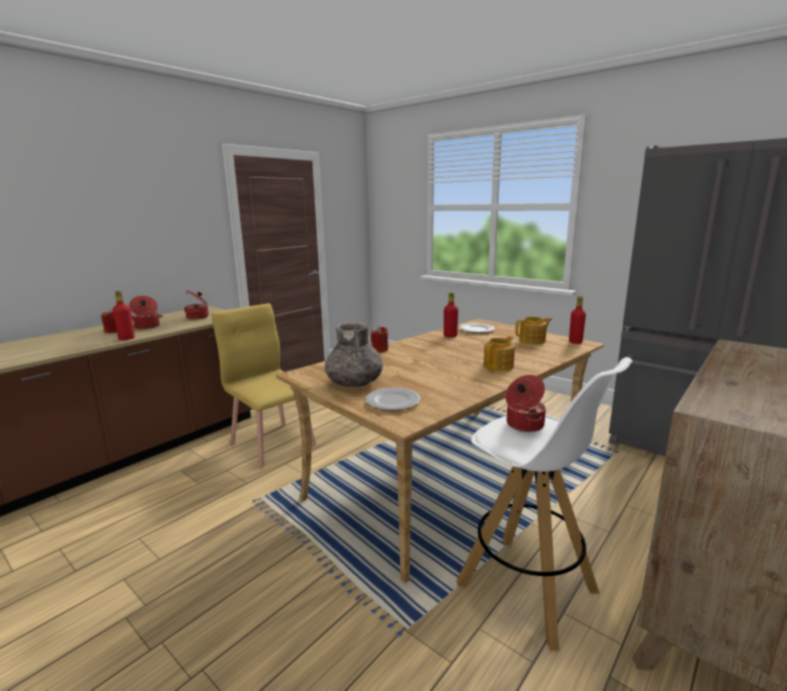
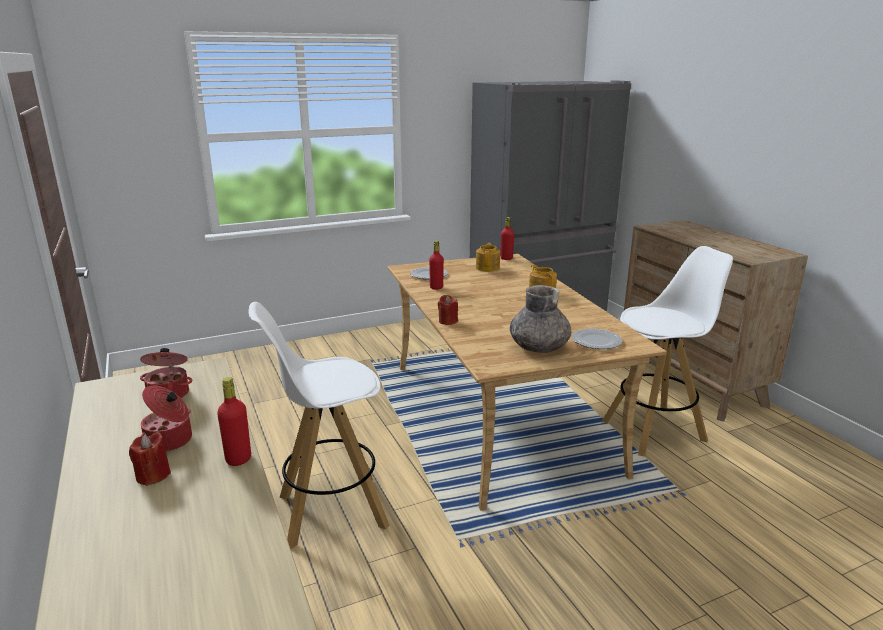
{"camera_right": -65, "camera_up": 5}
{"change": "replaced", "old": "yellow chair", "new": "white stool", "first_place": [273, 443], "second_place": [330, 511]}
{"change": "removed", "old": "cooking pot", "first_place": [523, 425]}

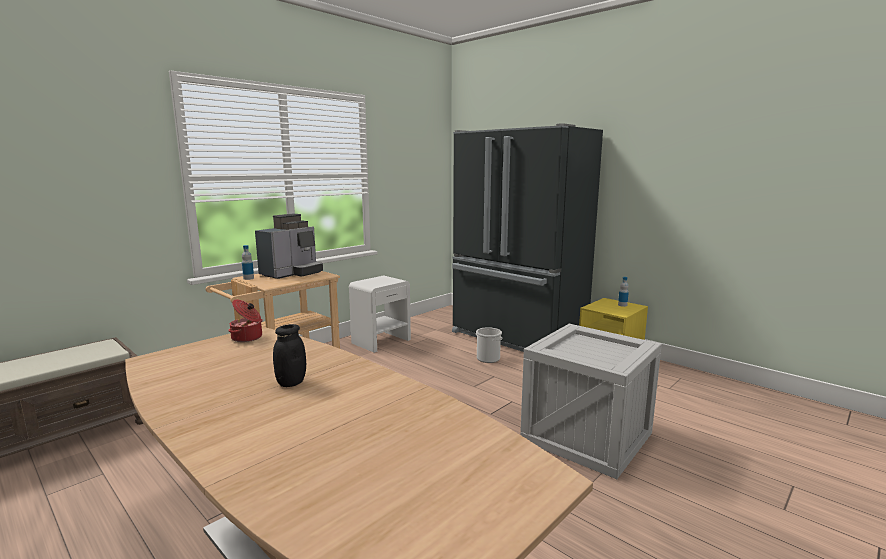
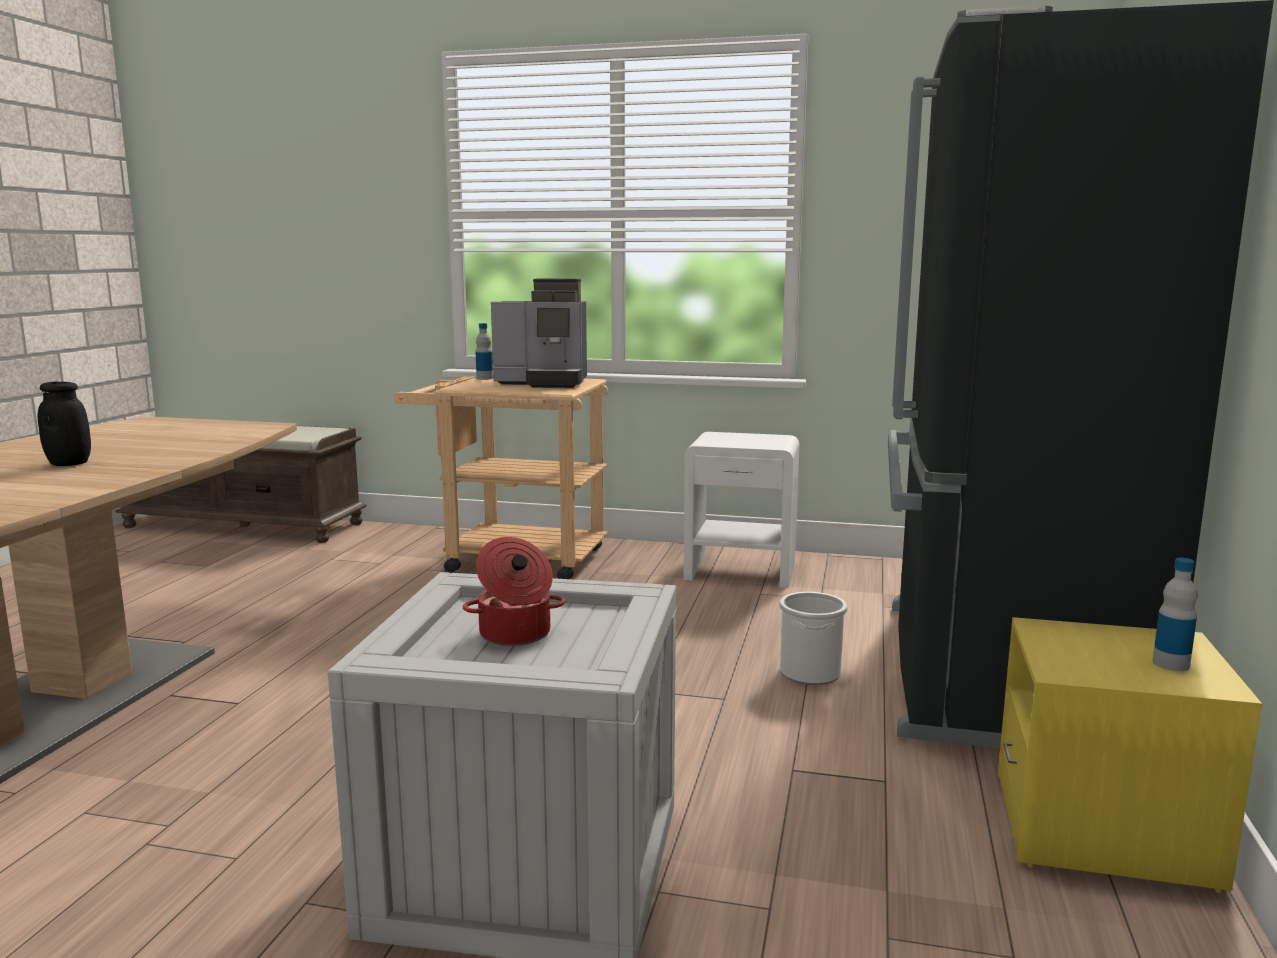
{"camera_right": 60, "camera_up": 0}
{"change": "moved", "old": "cooking pot", "first_place": [247, 338], "second_place": [515, 635]}

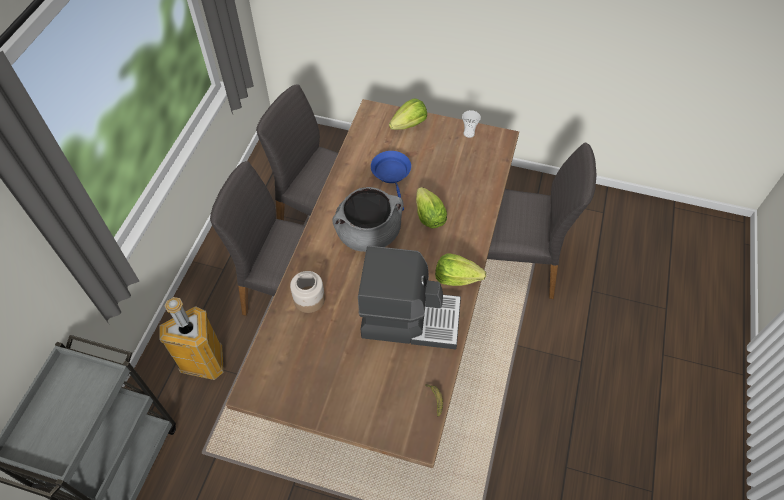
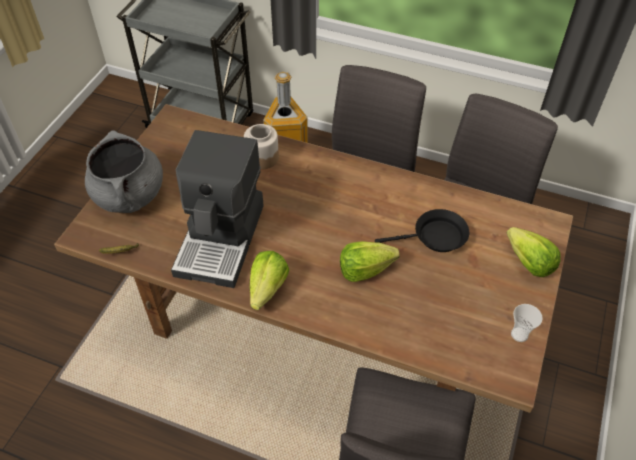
{"camera_right": 95, "camera_up": -5}
{"change": "moved", "old": "grey cooking pot", "first_place": [368, 234], "second_place": [130, 195]}
{"change": "recoloured", "old": "blue frying pan", "new": "black frying pan", "first_place": [392, 174], "second_place": [435, 237]}

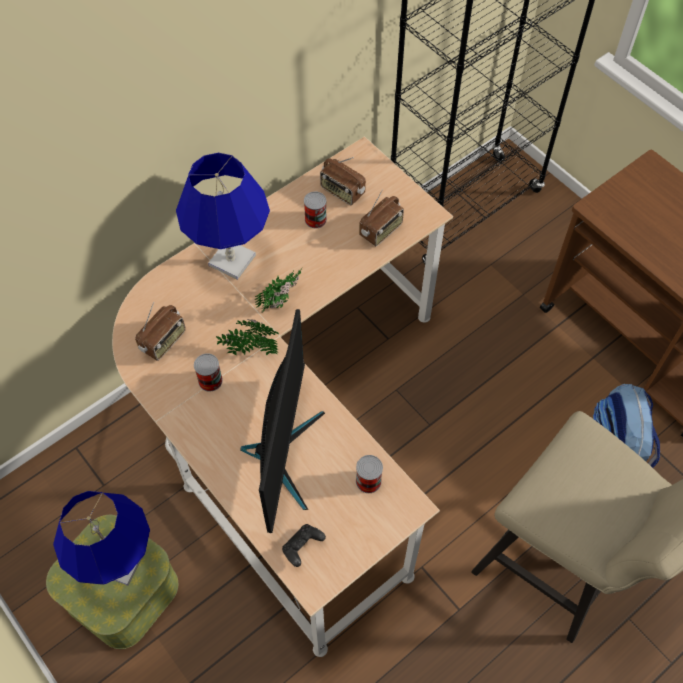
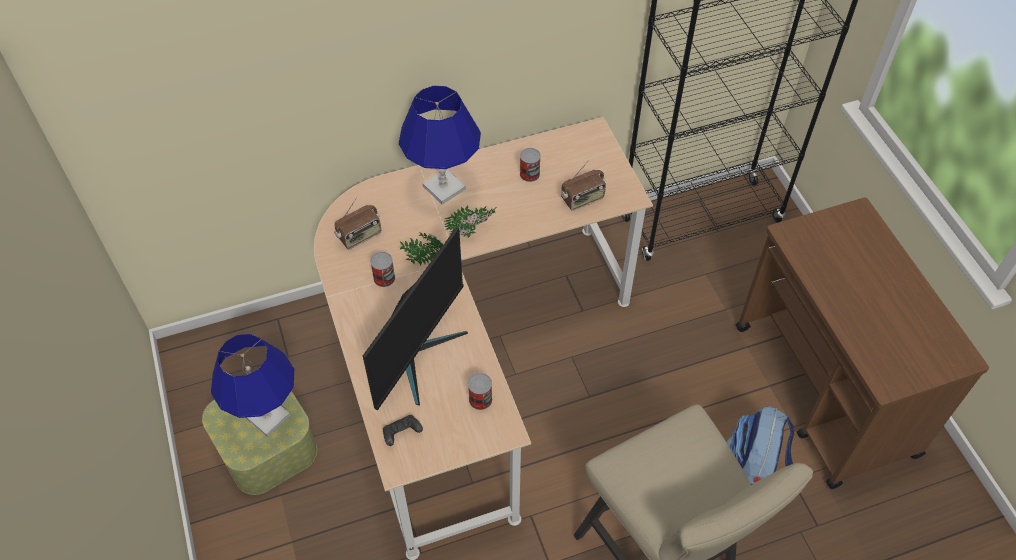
{"camera_right": 20, "camera_up": -5}
{"change": "removed", "old": "radio", "first_place": [342, 192]}

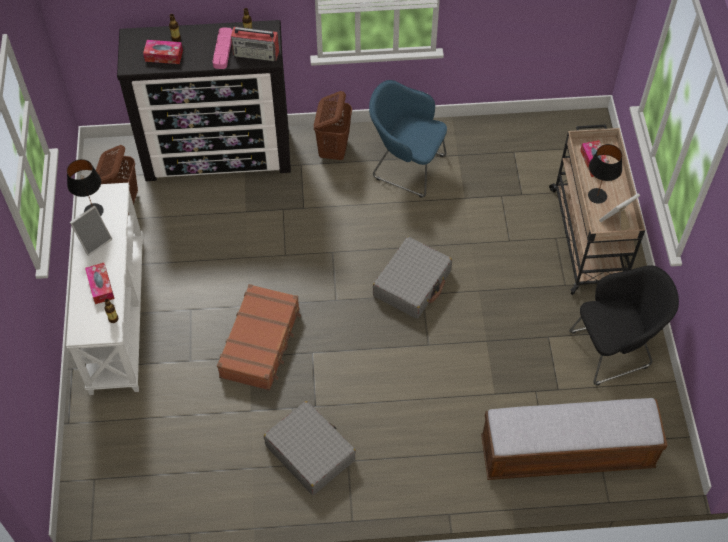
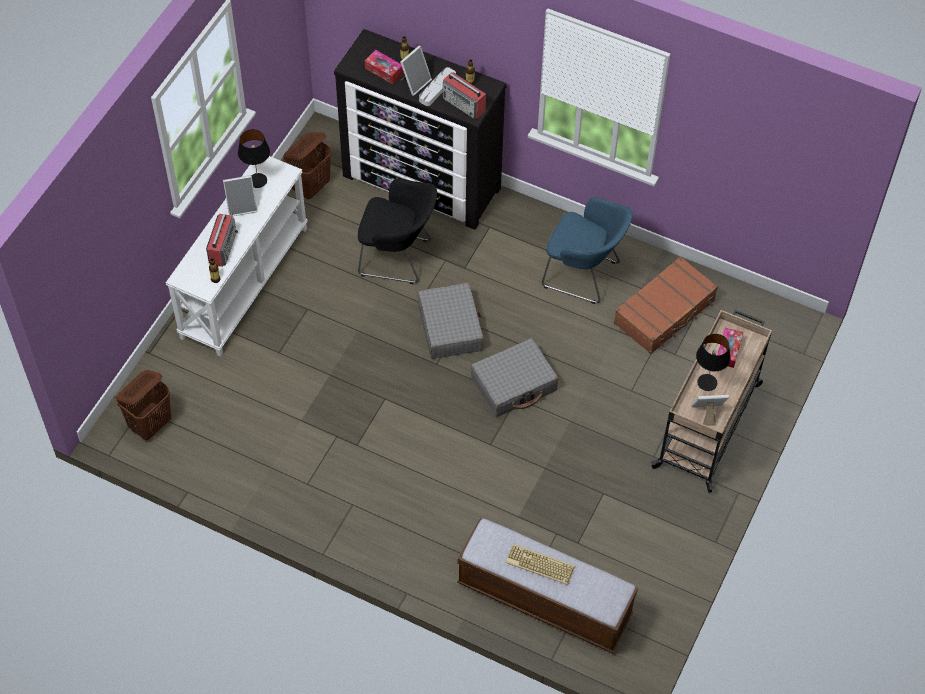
{"camera_right": 30, "camera_up": 0}
{"change": "replaced", "old": "tissue box", "new": "radio", "first_place": [100, 286], "second_place": [223, 247]}
{"change": "recoloured", "old": "pink tray", "new": "grey tray", "first_place": [223, 50], "second_place": [437, 88]}
{"change": "moved", "old": "brown suitcase", "first_place": [261, 343], "second_place": [665, 312]}
{"change": "moved", "old": "grey suitcase", "first_place": [310, 452], "second_place": [450, 327]}
{"change": "moved", "old": "brown laundry basket", "first_place": [333, 149], "second_place": [151, 424]}
{"change": "turned", "old": "blue armchair", "first_place": [406, 166], "second_place": [584, 275], "degrees": 150}
{"change": "moved", "old": "black armchair", "first_place": [613, 349], "second_place": [398, 257]}
{"change": "added", "new": "picture frame", "second_place": [415, 82]}
{"change": "added", "new": "keyboard", "second_place": [539, 565]}

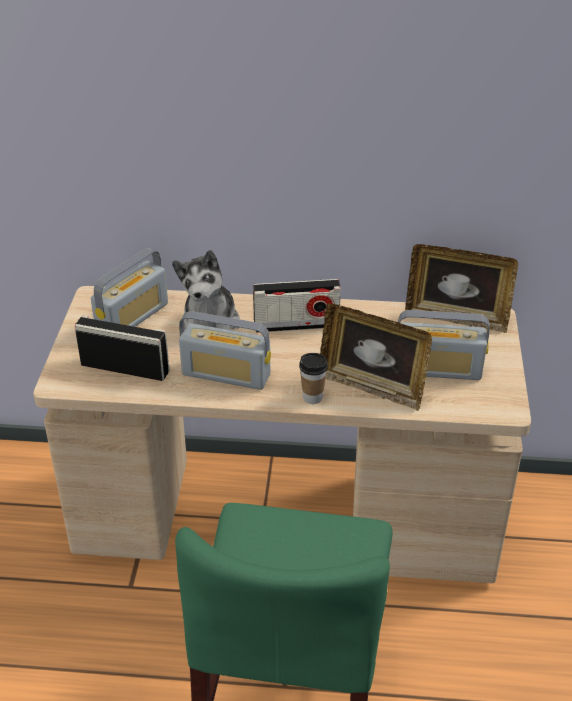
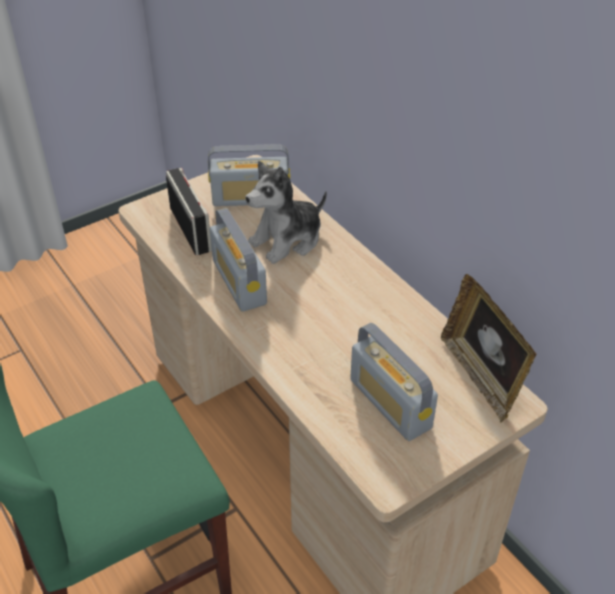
{"camera_right": 50, "camera_up": 5}
{"change": "removed", "old": "radio", "first_place": [296, 325]}
{"change": "removed", "old": "cup", "first_place": [312, 397]}
{"change": "removed", "old": "picture frame", "first_place": [372, 387]}

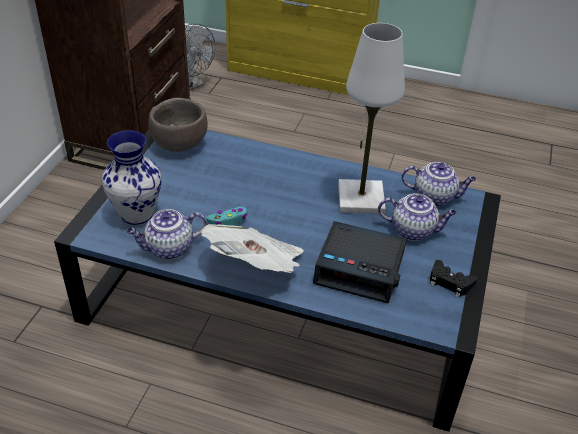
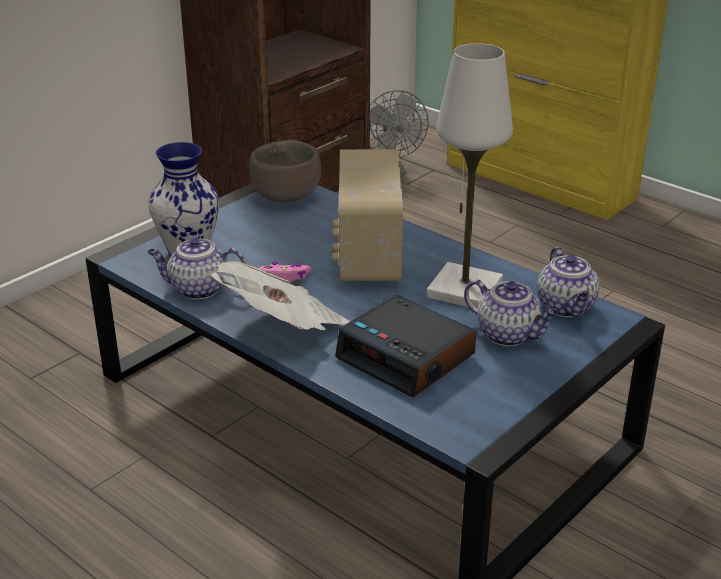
{"camera_right": 25, "camera_up": -10}
{"change": "recoloured", "old": "turquoise game controller", "new": "pink game controller", "first_place": [228, 220], "second_place": [285, 277]}
{"change": "turned", "old": "teapot", "first_place": [435, 197], "second_place": [566, 307], "degrees": 45}
{"change": "removed", "old": "black game controller", "first_place": [450, 282]}
{"change": "added", "new": "radio", "second_place": [367, 256]}

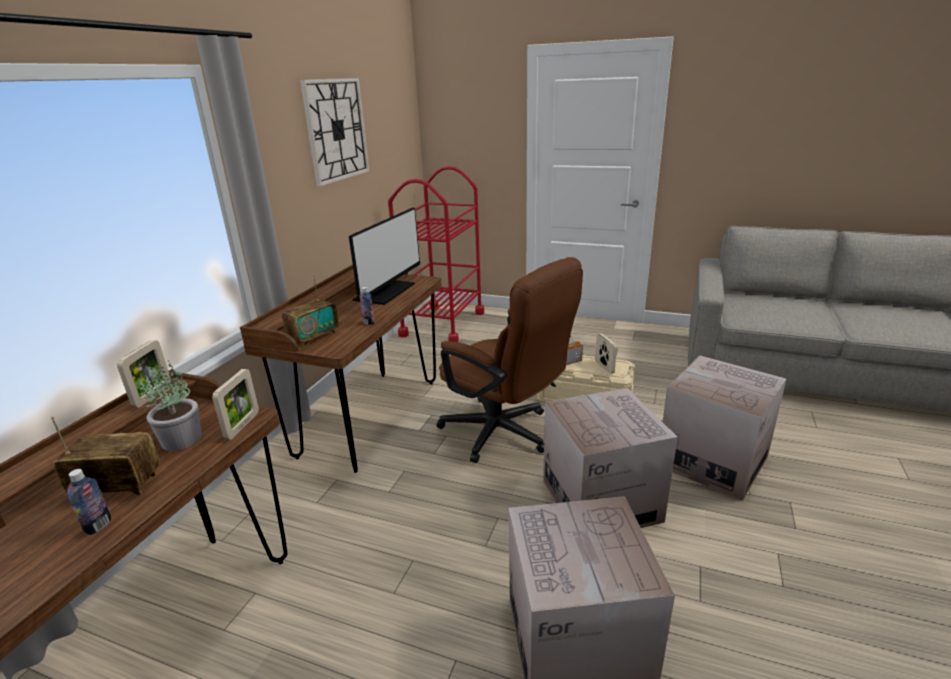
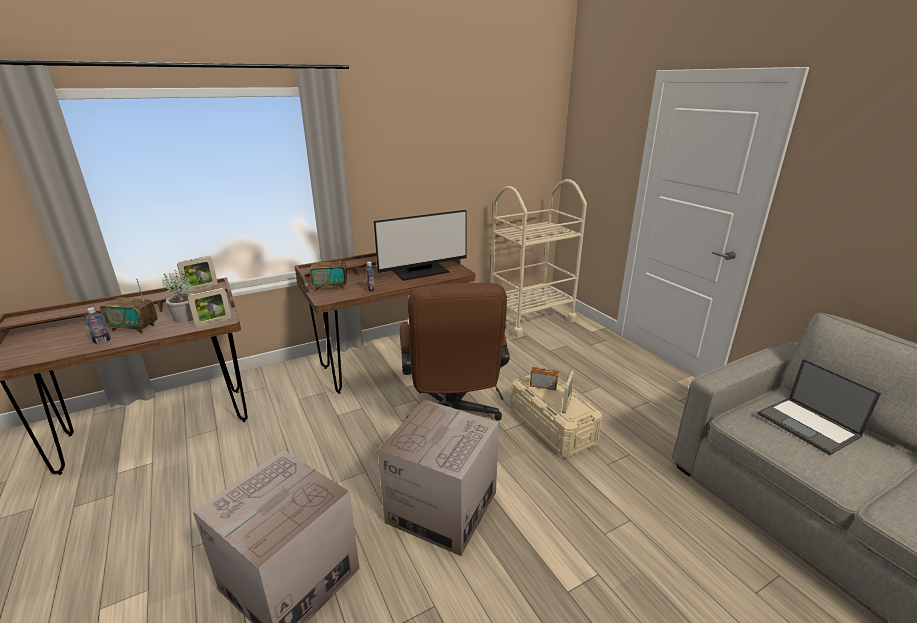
{"camera_right": 40, "camera_up": 0}
{"change": "turned", "old": "radio", "first_place": [118, 487], "second_place": [134, 328], "degrees": 150}
{"change": "removed", "old": "wall clock", "first_place": [336, 130]}
{"change": "recoloured", "old": "red cart", "new": "beige cart", "first_place": [443, 324], "second_place": [530, 318]}
{"change": "removed", "old": "cardboard box", "first_place": [712, 461]}
{"change": "added", "new": "laptop", "second_place": [809, 425]}

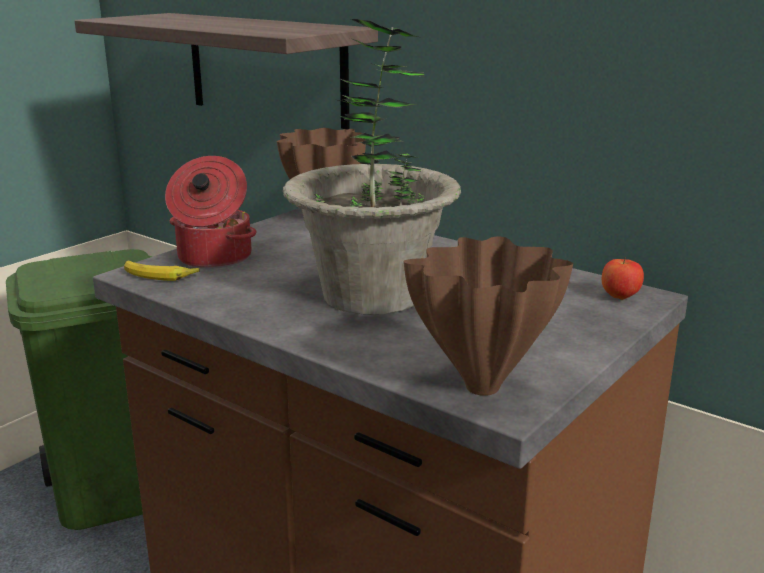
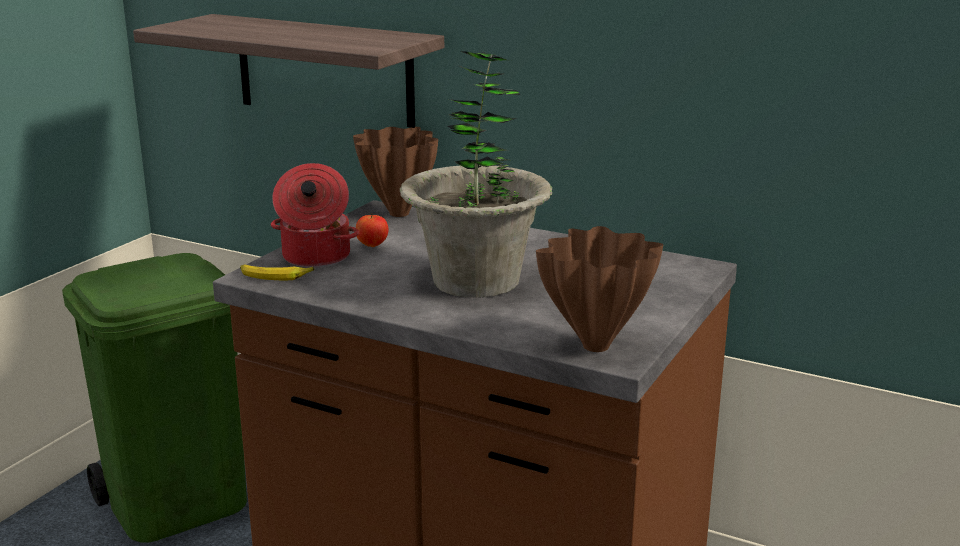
{"camera_right": -10, "camera_up": 0}
{"change": "moved", "old": "apple", "first_place": [619, 297], "second_place": [372, 245]}

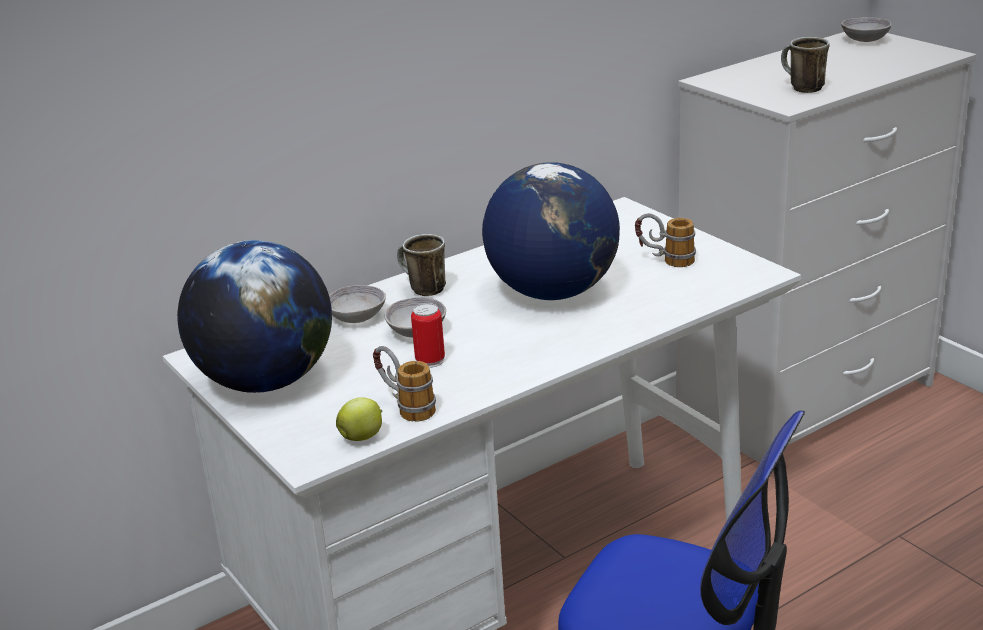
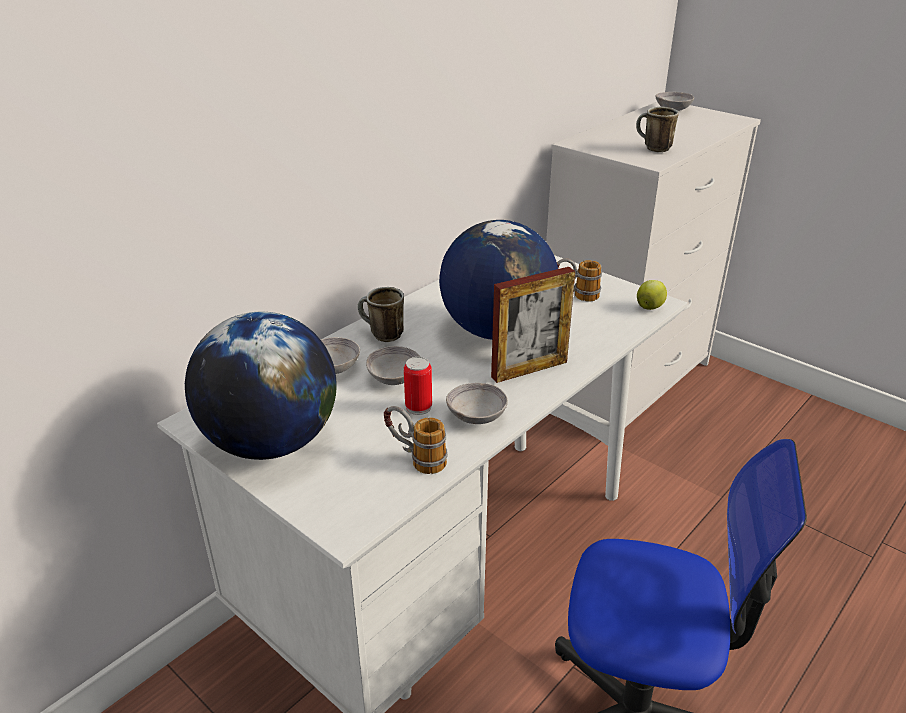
{"camera_right": -15, "camera_up": 5}
{"change": "moved", "old": "apple", "first_place": [362, 437], "second_place": [649, 307]}
{"change": "added", "new": "grey bowl", "second_place": [476, 416]}
{"change": "added", "new": "picture frame", "second_place": [529, 369]}

